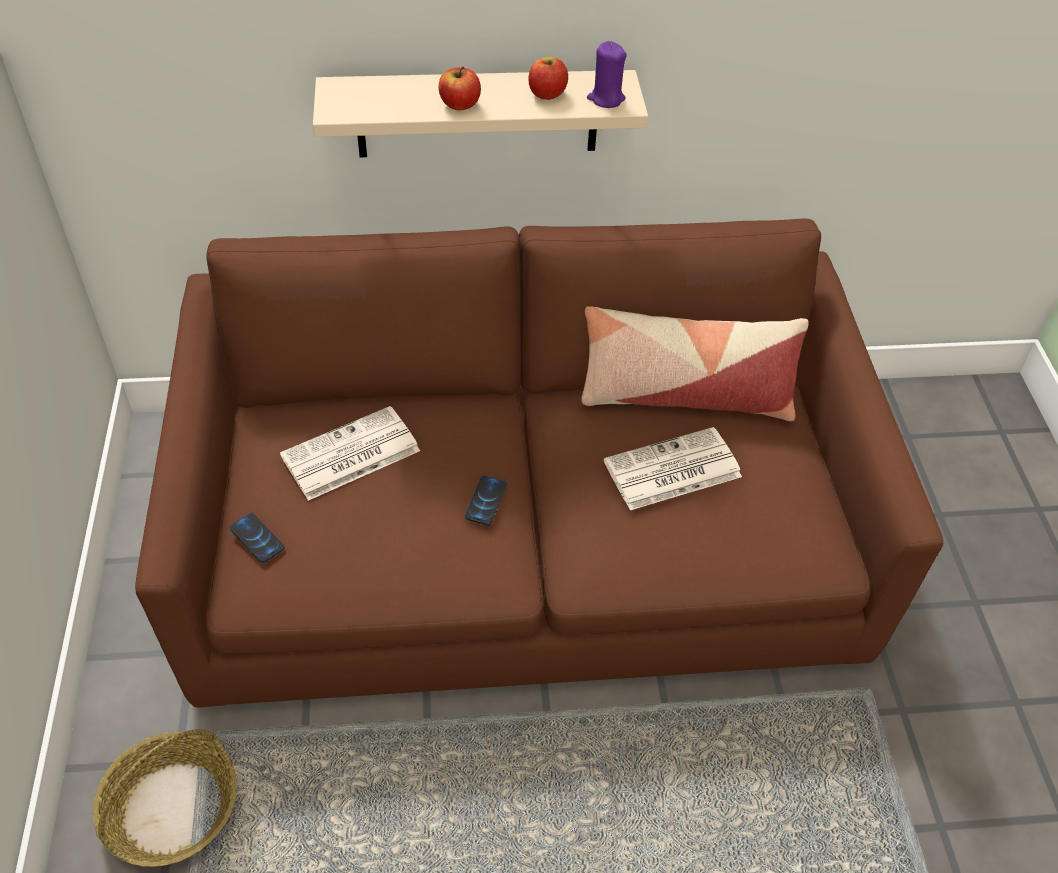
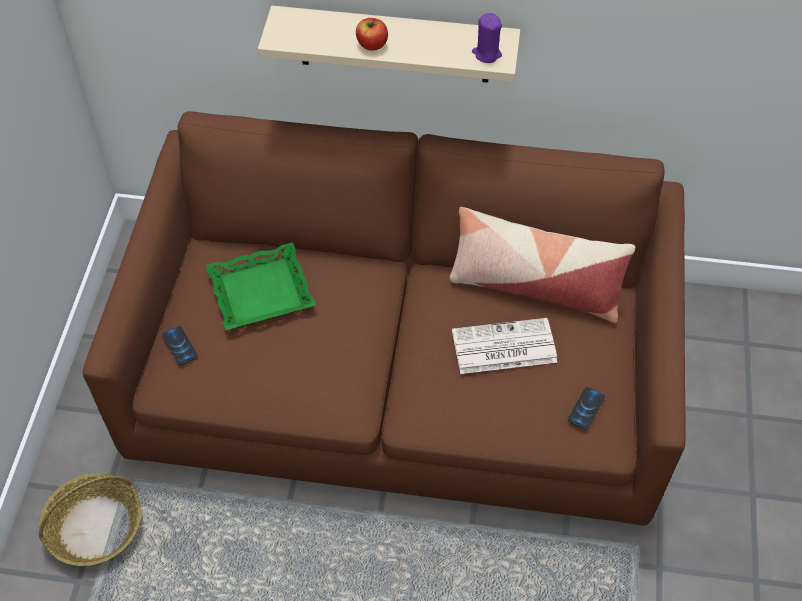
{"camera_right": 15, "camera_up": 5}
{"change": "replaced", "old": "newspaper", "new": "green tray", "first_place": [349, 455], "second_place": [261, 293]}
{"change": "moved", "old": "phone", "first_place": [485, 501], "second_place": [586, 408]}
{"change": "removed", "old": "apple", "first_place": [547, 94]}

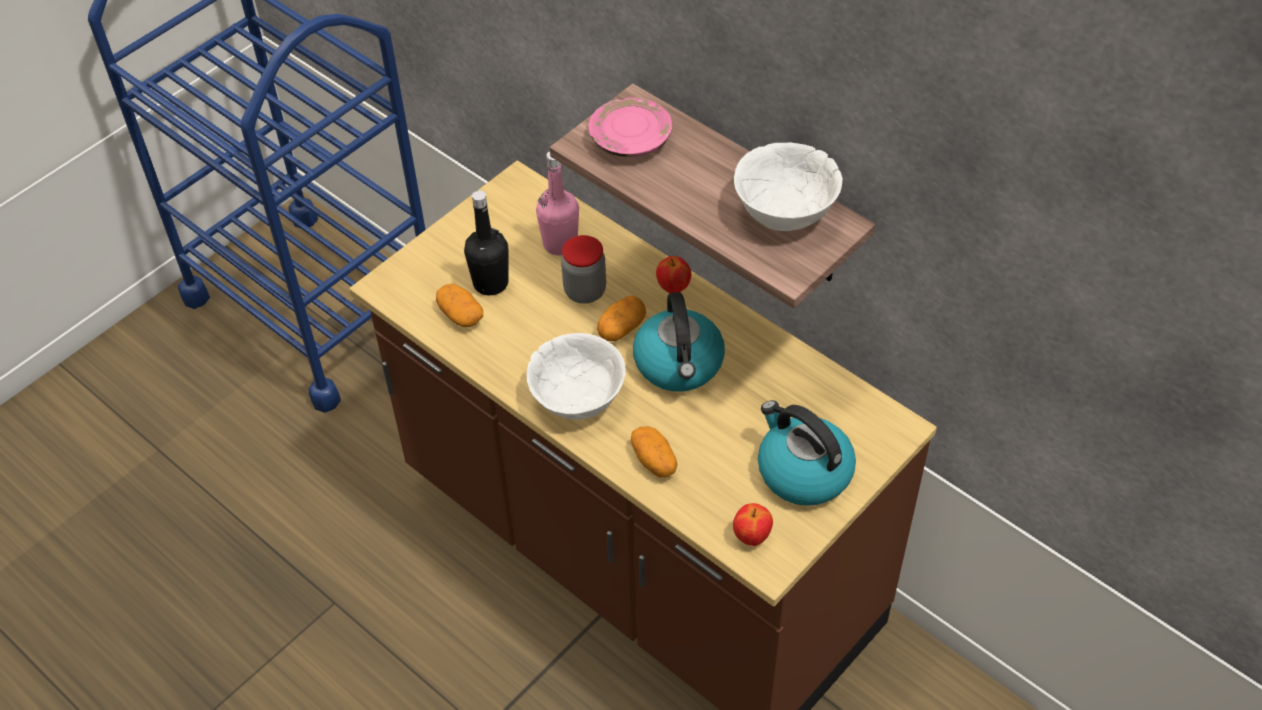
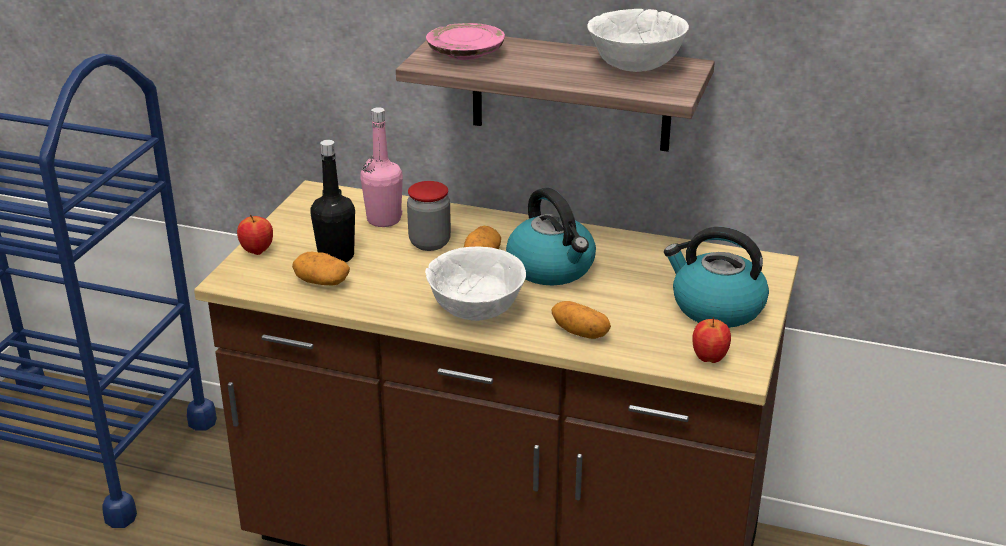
{"camera_right": -25, "camera_up": -20}
{"change": "moved", "old": "apple", "first_place": [673, 288], "second_place": [257, 251]}

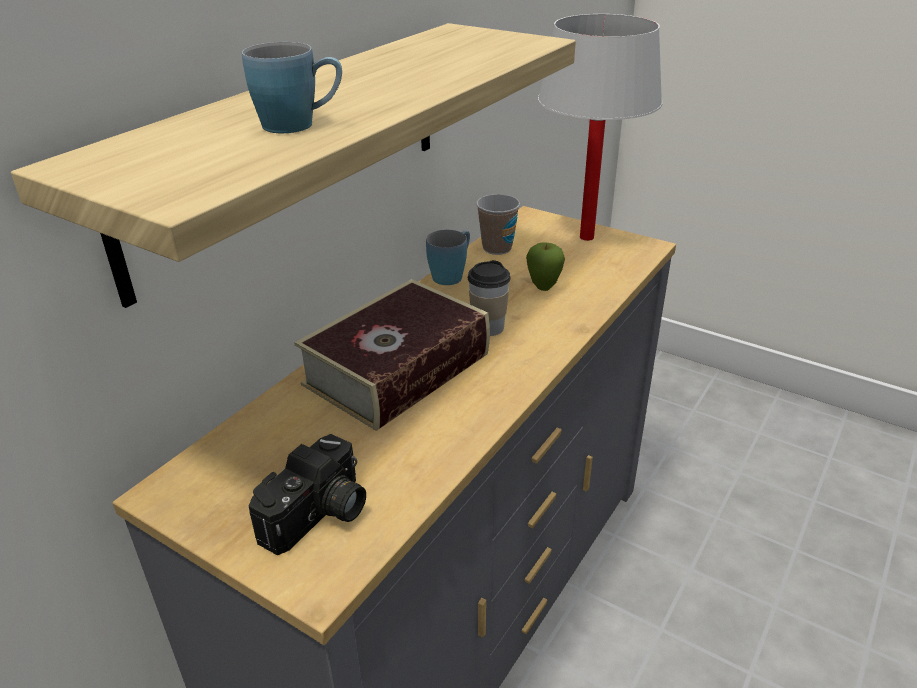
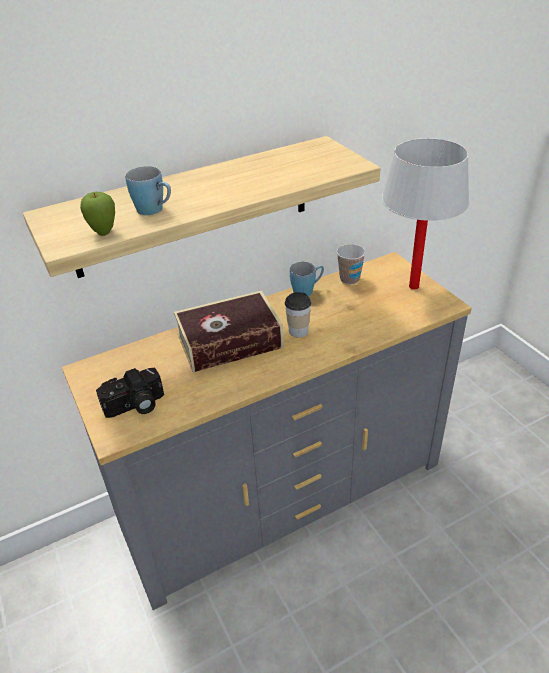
{"camera_right": 30, "camera_up": 5}
{"change": "moved", "old": "apple", "first_place": [543, 287], "second_place": [104, 233]}

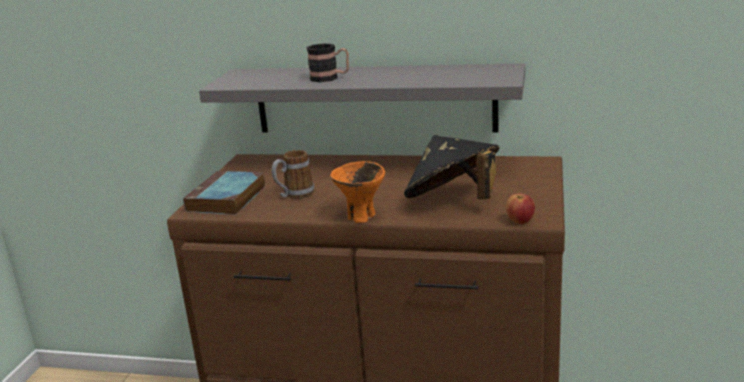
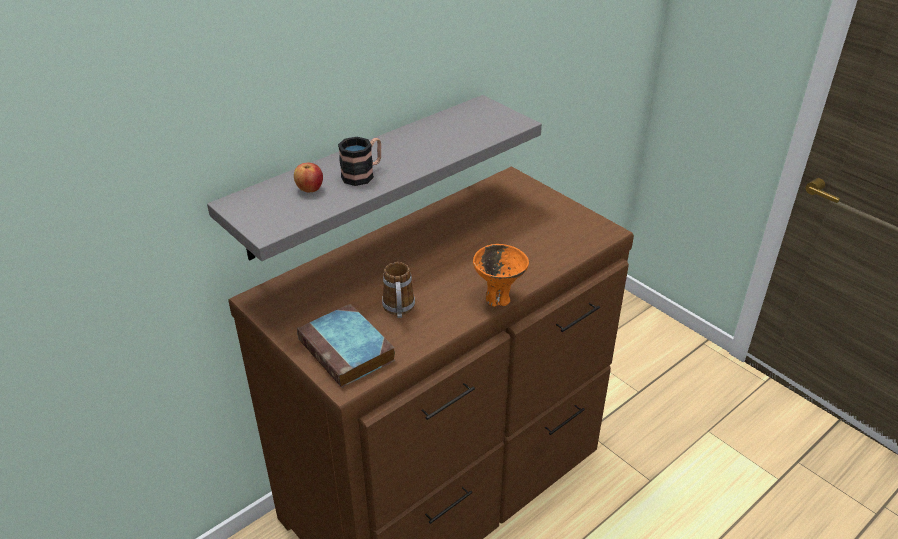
{"camera_right": -55, "camera_up": 15}
{"change": "removed", "old": "black hat", "first_place": [452, 202]}
{"change": "moved", "old": "apple", "first_place": [520, 221], "second_place": [310, 189]}

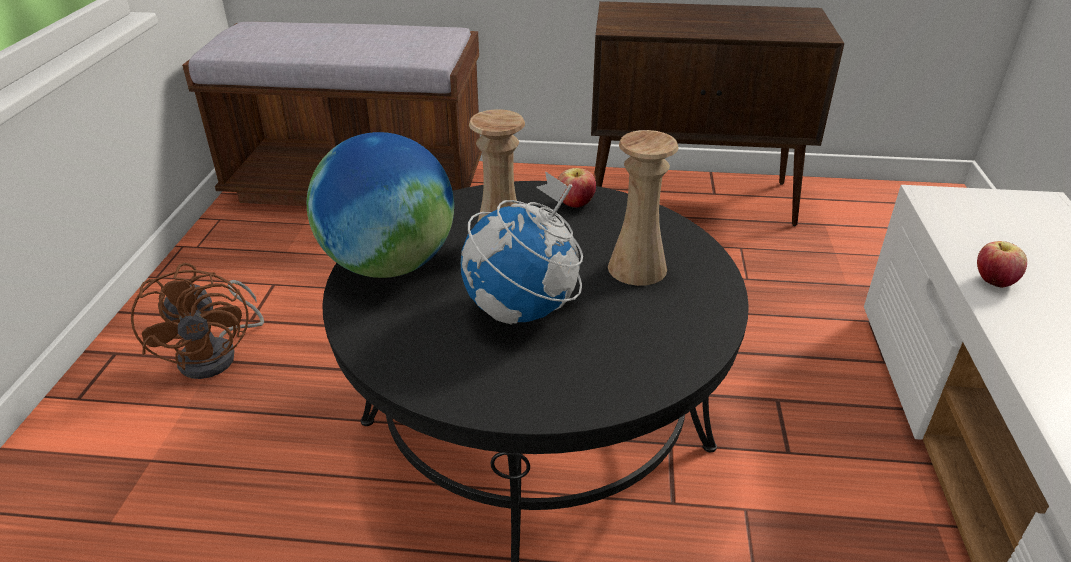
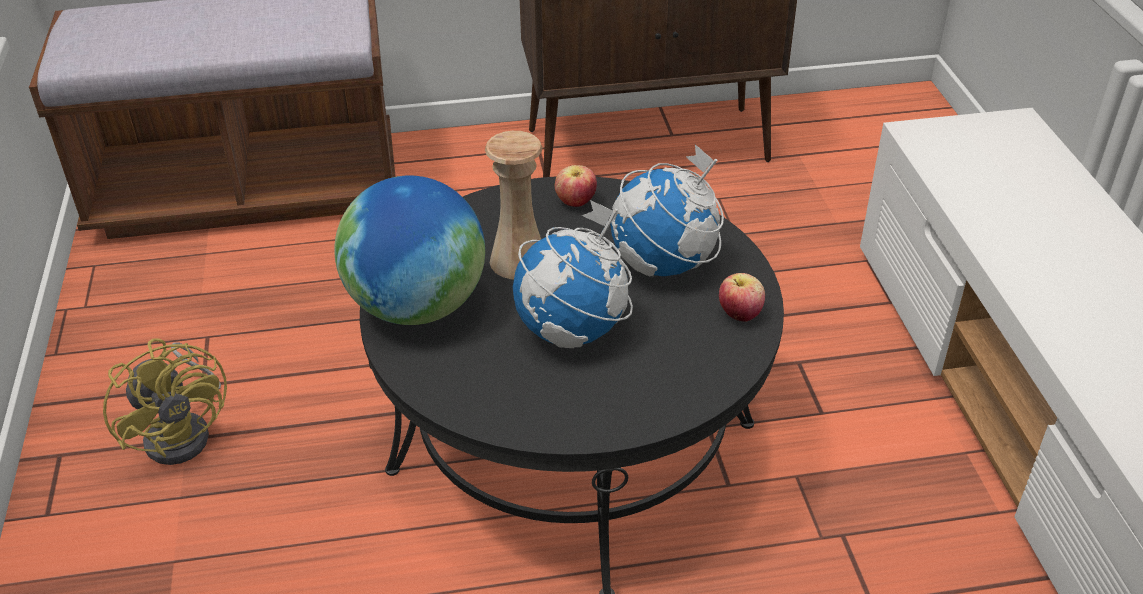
{"camera_right": -15, "camera_up": 5}
{"change": "recoloured", "old": "brown fan", "new": "yellow fan", "first_place": [218, 354], "second_place": [185, 431]}
{"change": "replaced", "old": "beige vase", "new": "globe", "first_place": [637, 268], "second_place": [664, 265]}
{"change": "moved", "old": "apple", "first_place": [993, 281], "second_place": [740, 314]}

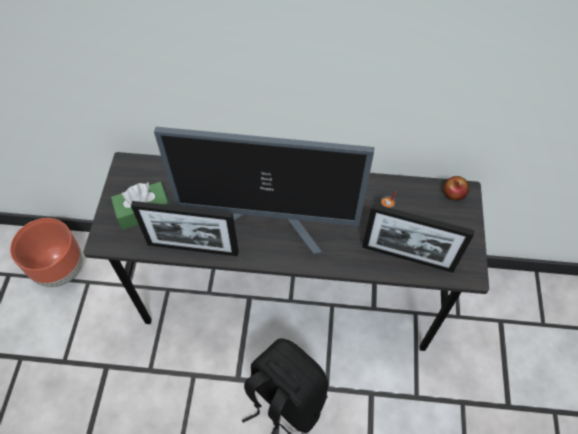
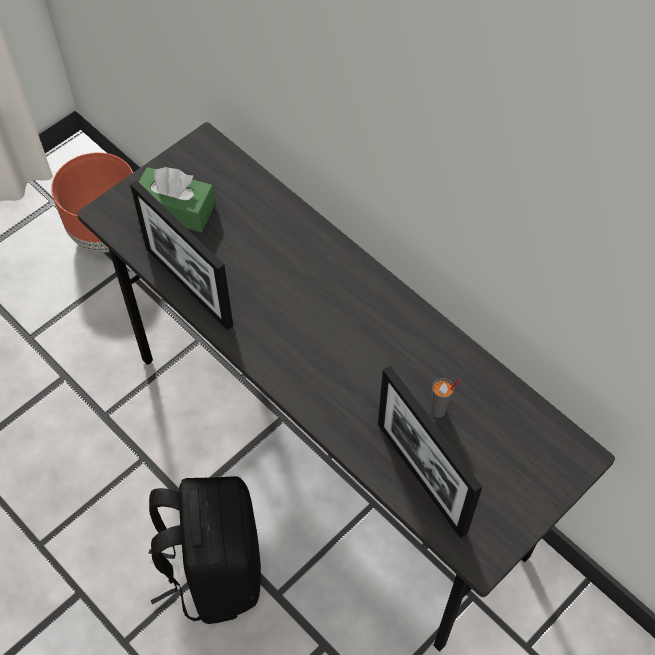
{"camera_right": 40, "camera_up": 0}
{"change": "removed", "old": "monitor", "first_place": [269, 221]}
{"change": "removed", "old": "apple", "first_place": [454, 193]}

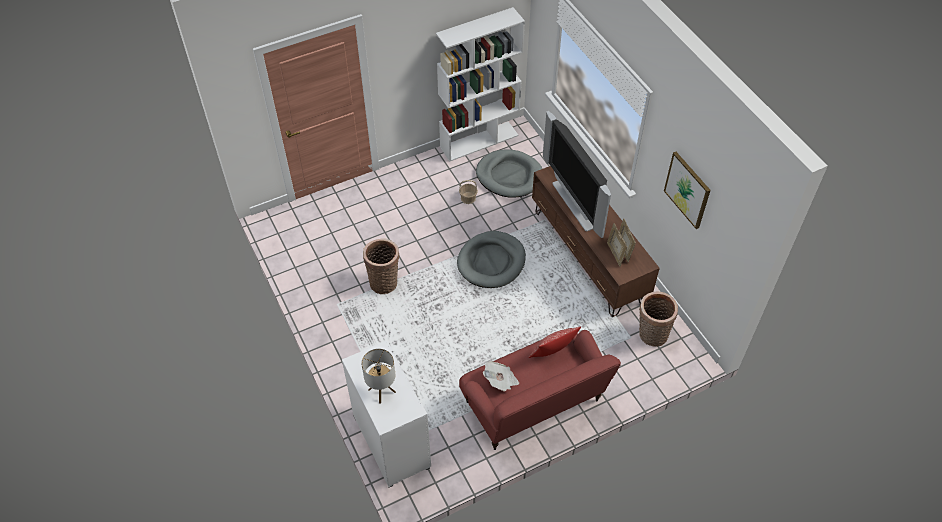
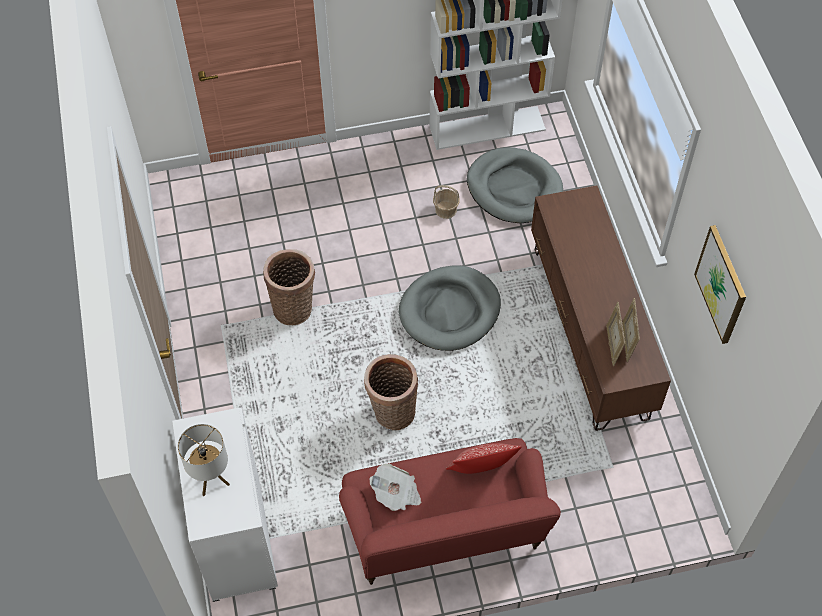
{"camera_right": 15, "camera_up": 5}
{"change": "removed", "old": "television", "first_place": [577, 204]}
{"change": "moved", "old": "basket", "first_place": [651, 335], "second_place": [392, 412]}

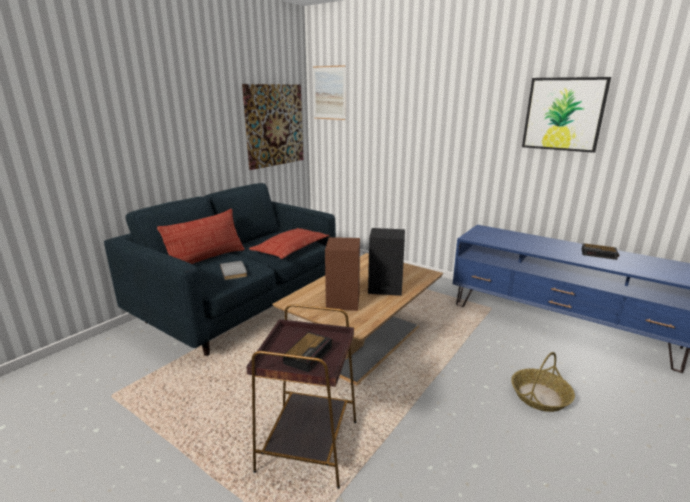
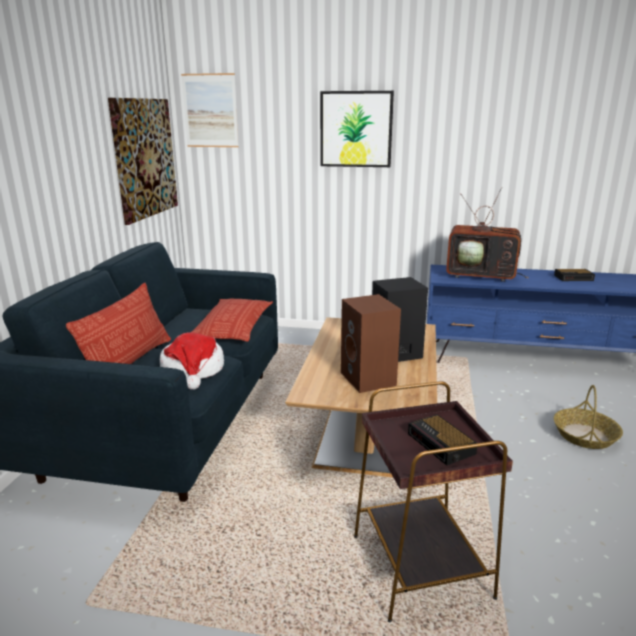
{"camera_right": -25, "camera_up": 0}
{"change": "replaced", "old": "grey book", "new": "hat", "first_place": [235, 271], "second_place": [193, 371]}
{"change": "turned", "old": "alarm clock", "first_place": [309, 354], "second_place": [442, 444], "degrees": 150}
{"change": "moved", "old": "picture", "first_place": [563, 114], "second_place": [356, 129]}
{"change": "added", "new": "television", "second_place": [483, 275]}

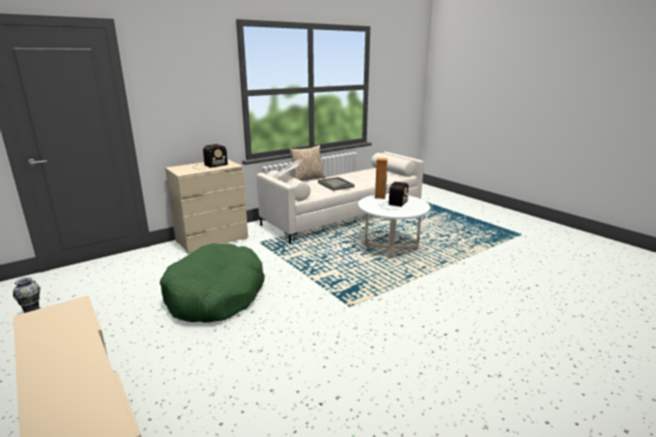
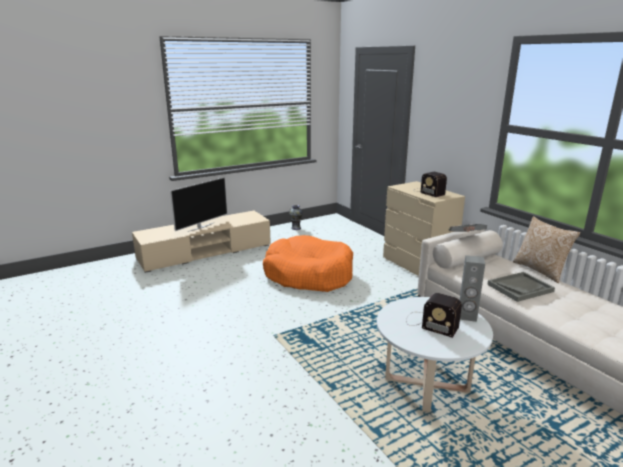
{"camera_right": 95, "camera_up": 0}
{"change": "recoloured", "old": "green dog bed", "new": "orange dog bed", "first_place": [215, 295], "second_place": [308, 274]}
{"change": "recoloured", "old": "brown speaker", "new": "grey speaker", "first_place": [380, 197], "second_place": [467, 316]}
{"change": "added", "new": "television", "second_place": [201, 227]}

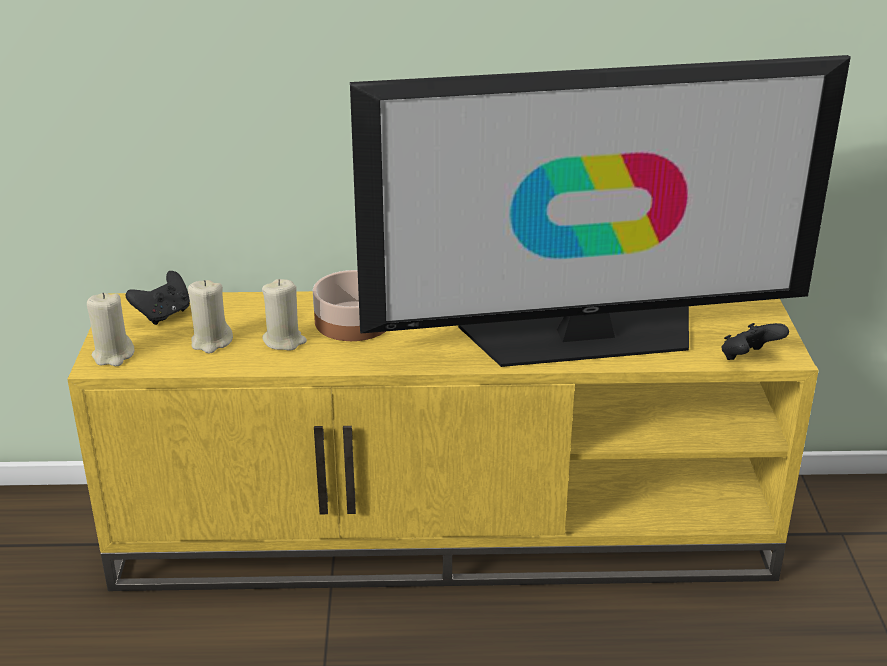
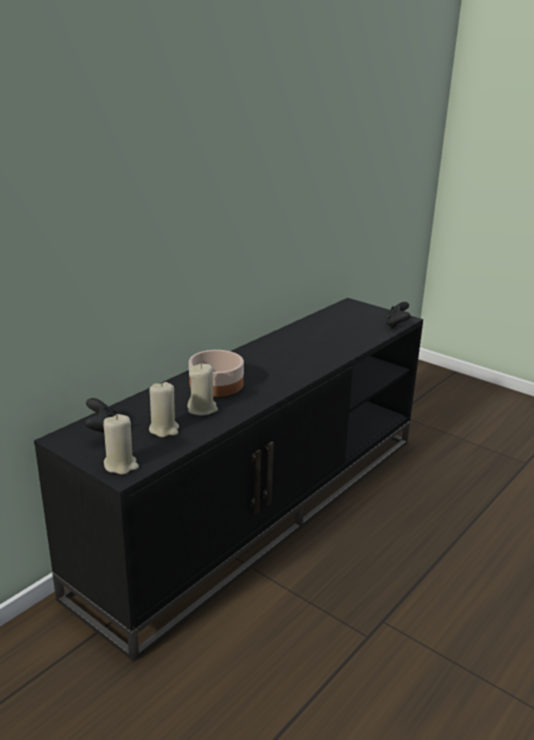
{"camera_right": -50, "camera_up": -5}
{"change": "recoloured", "old": "yellow tv stand", "new": "black tv stand", "first_place": [446, 532], "second_place": [260, 507]}
{"change": "removed", "old": "television", "first_place": [585, 337]}

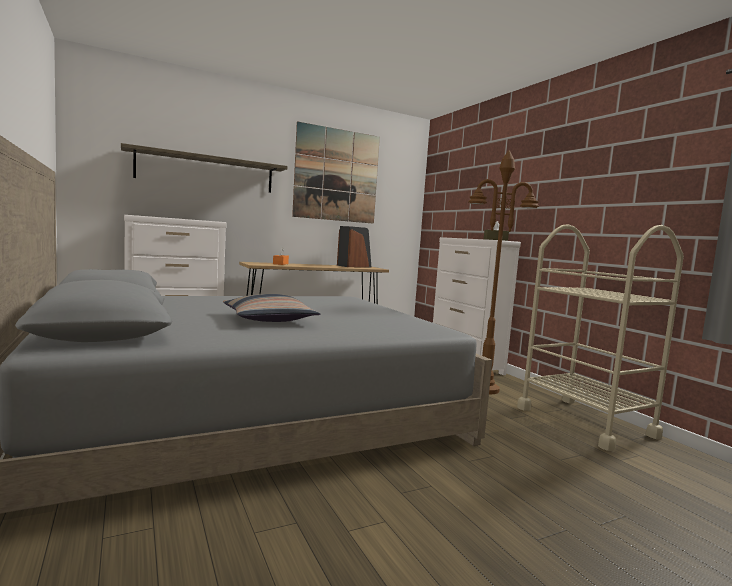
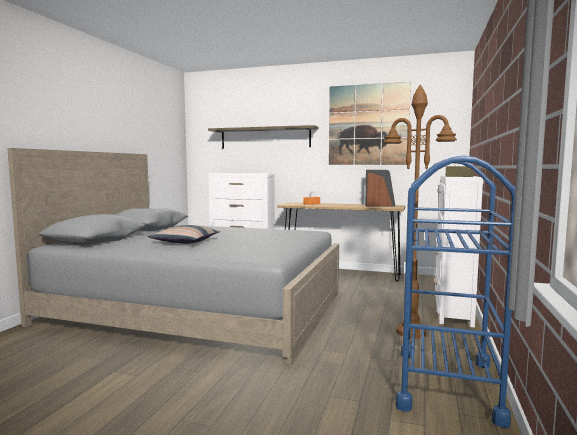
{"camera_right": 45, "camera_up": 0}
{"change": "recoloured", "old": "beige cart", "new": "blue cart", "first_place": [585, 422], "second_place": [447, 384]}

